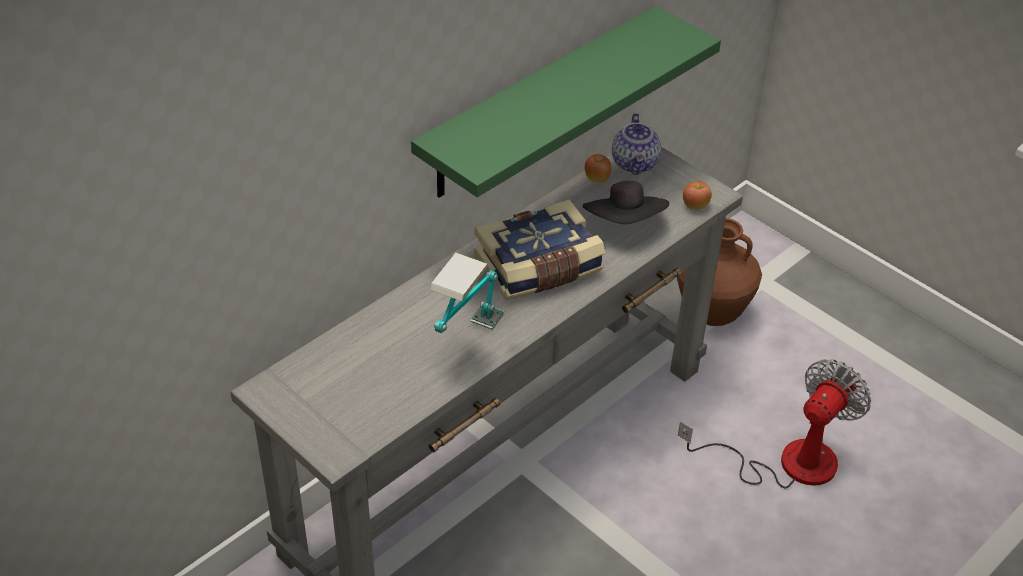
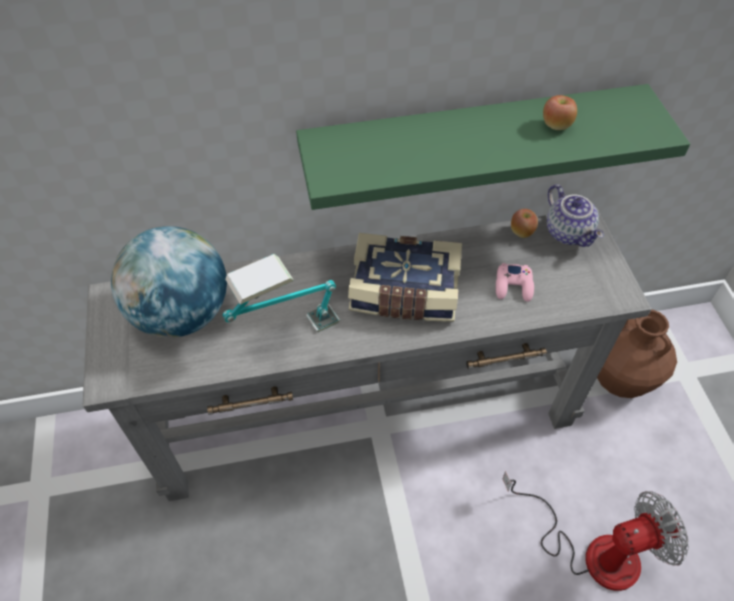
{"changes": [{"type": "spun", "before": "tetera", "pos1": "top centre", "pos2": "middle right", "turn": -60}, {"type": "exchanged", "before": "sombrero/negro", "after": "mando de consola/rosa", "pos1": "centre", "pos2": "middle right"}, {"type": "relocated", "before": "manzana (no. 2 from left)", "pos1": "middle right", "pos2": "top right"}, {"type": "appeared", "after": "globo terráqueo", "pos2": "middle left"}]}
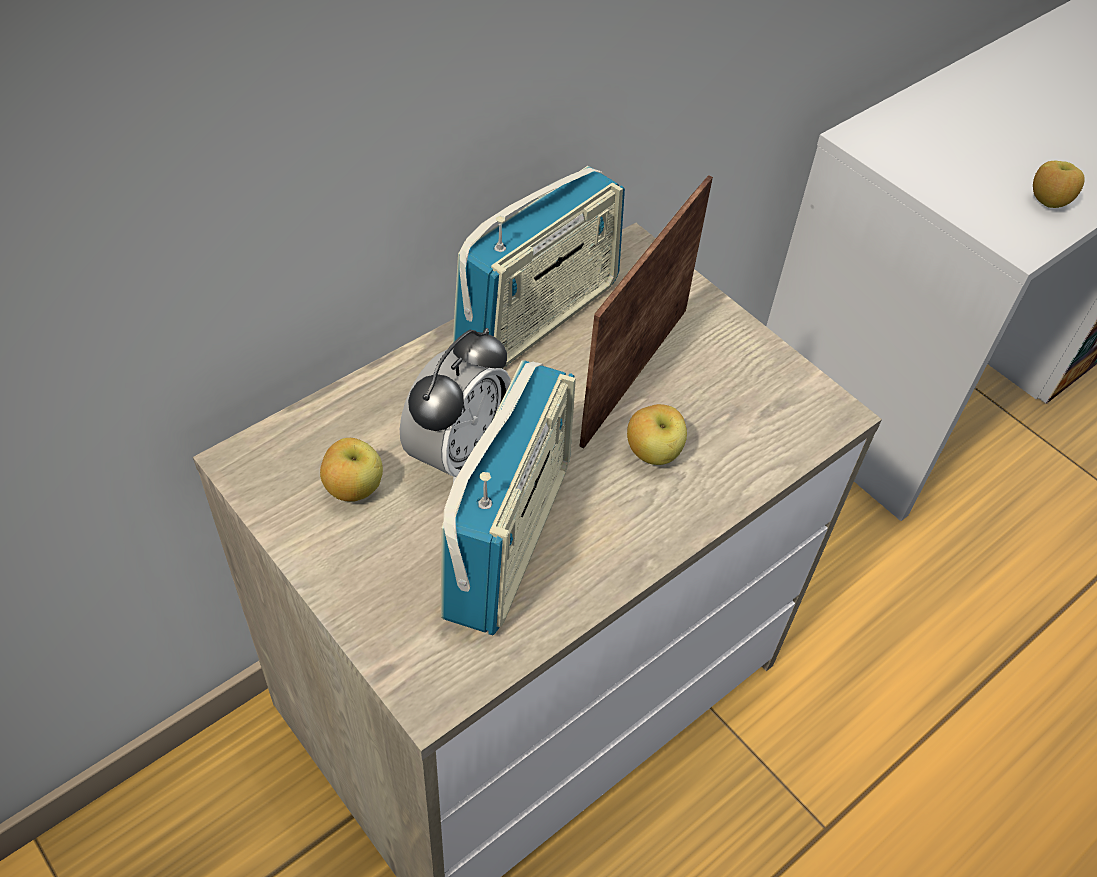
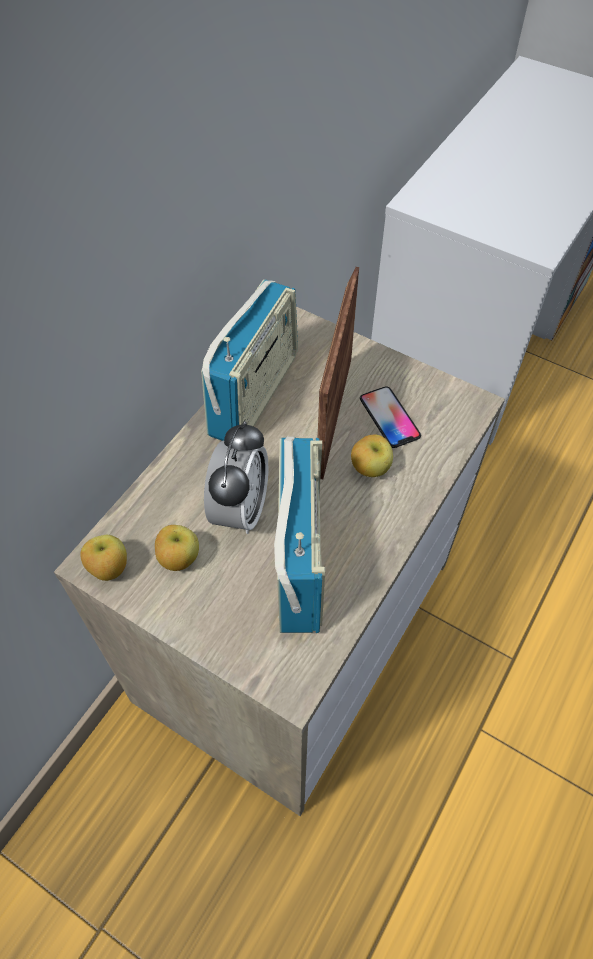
{"changes": [{"type": "relocated", "before": "manzana (no. 3 from left in the first image)", "after": "manzana (no. 1 from left)", "pos1": "top right", "pos2": "middle left"}, {"type": "appeared", "after": "móvil", "pos2": "centre"}]}
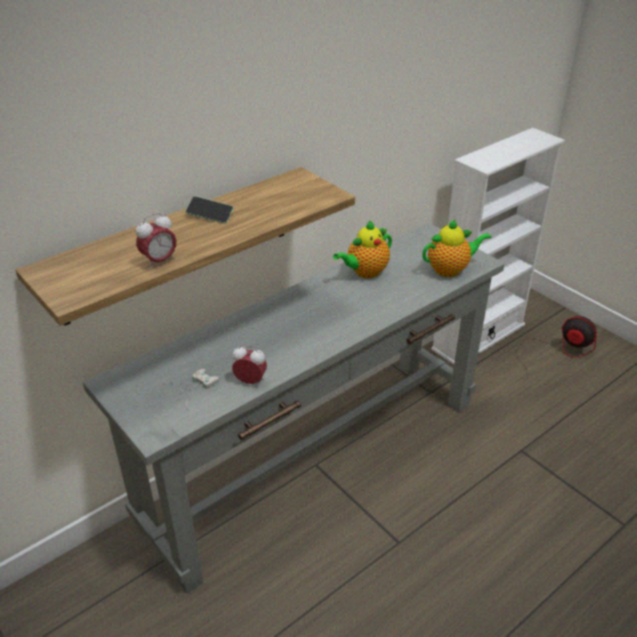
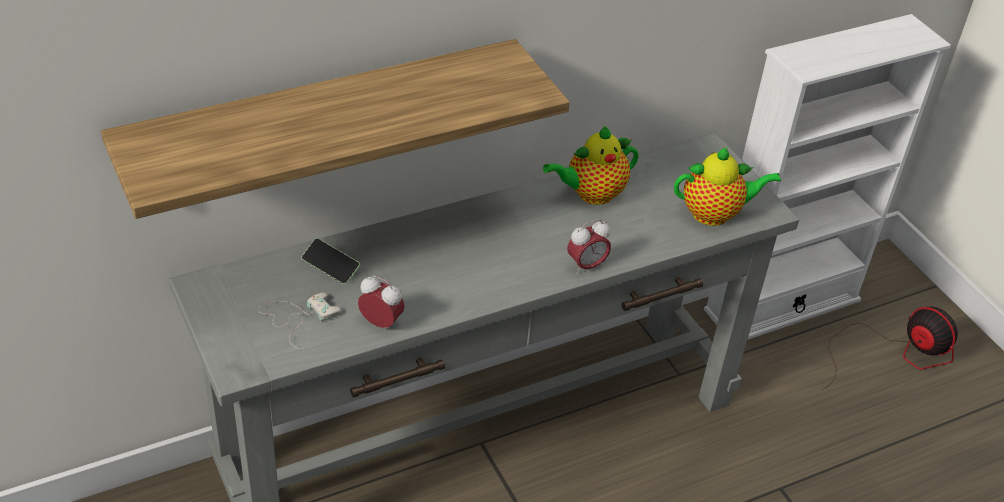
{"changes": [{"type": "relocated", "before": "móvil", "pos1": "top left", "pos2": "middle left"}, {"type": "relocated", "before": "despertador (no. 1 from left in the first image)", "after": "despertador (no. 2 from left)", "pos1": "middle left", "pos2": "centre"}]}
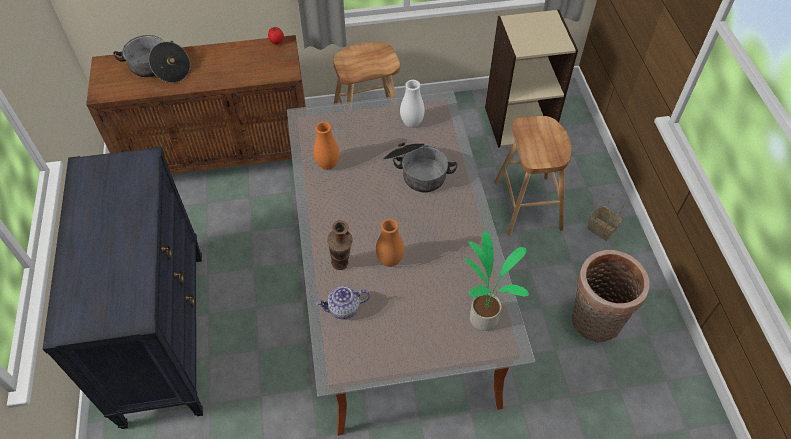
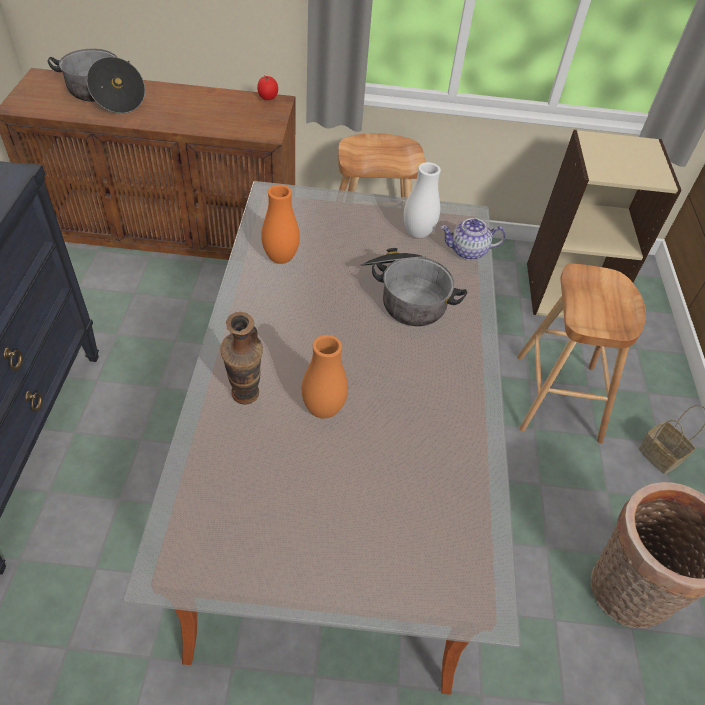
{"changes": [{"type": "missing", "before": "planta en maceta", "pos1": "centre"}, {"type": "relocated", "before": "tetera", "pos1": "bottom centre", "pos2": "middle right"}]}
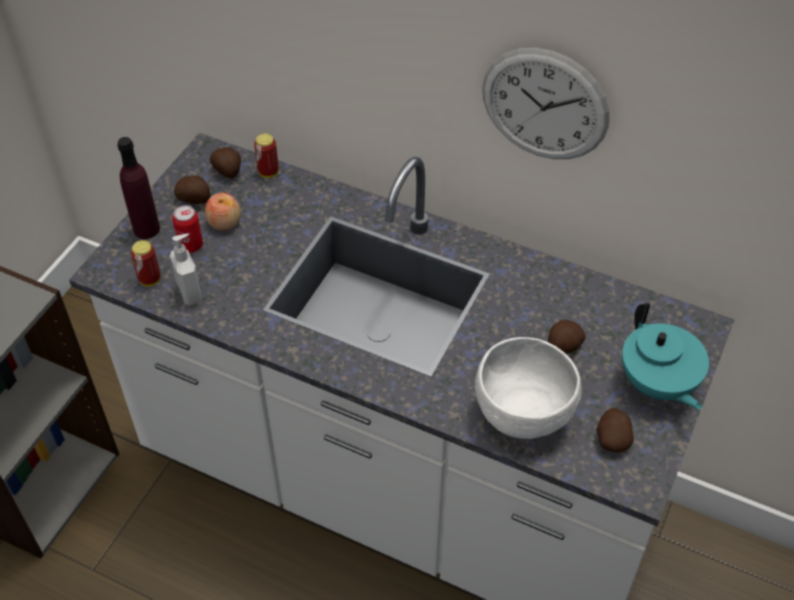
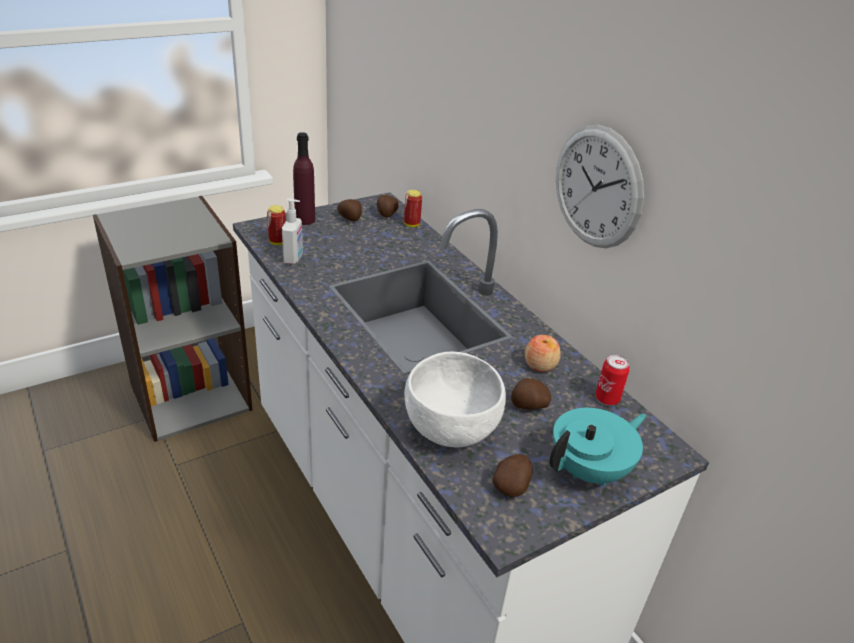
{"changes": [{"type": "relocated", "before": "manzana", "pos1": "middle left", "pos2": "centre"}, {"type": "relocated", "before": "lata (no. 2 from left in the first image)", "after": "lata (no. 3 from left)", "pos1": "middle left", "pos2": "middle right"}, {"type": "spun", "before": "tetera/turquesa", "pos1": "middle right", "pos2": "bottom right", "turn": -135}]}
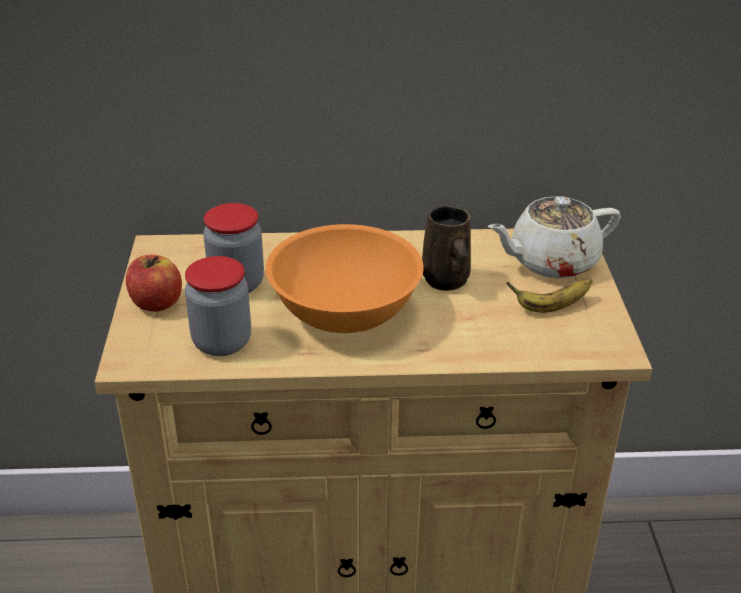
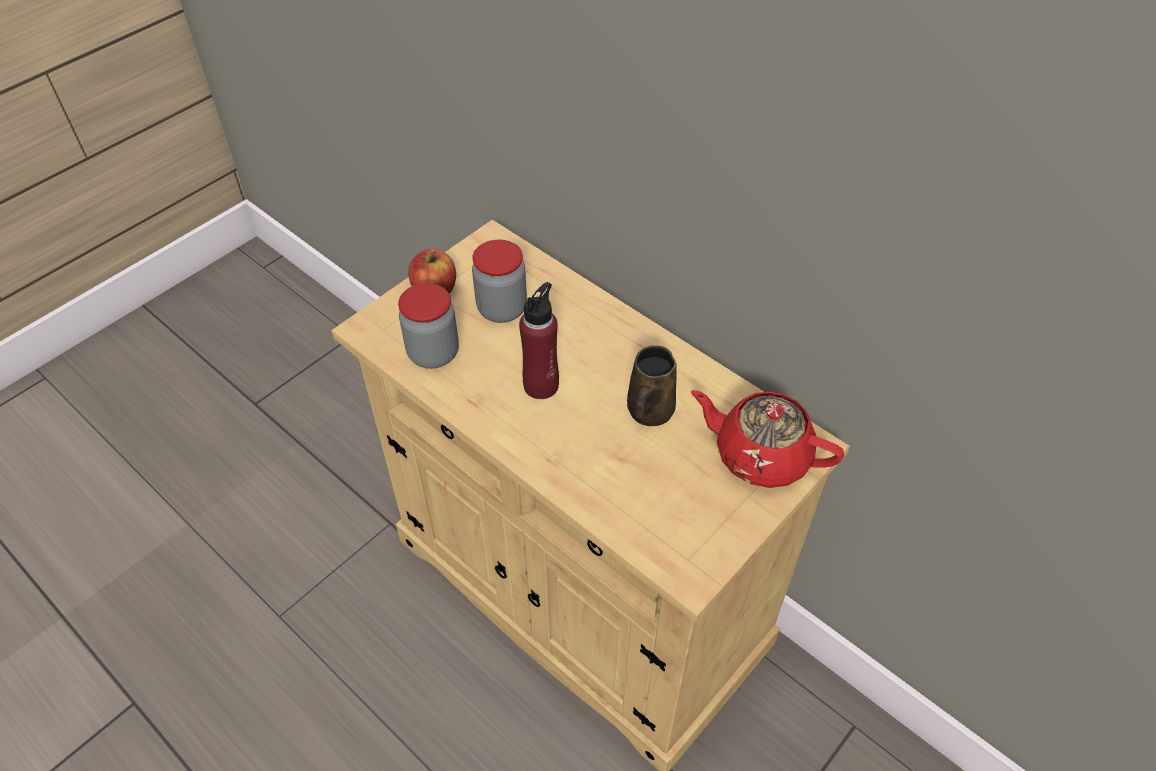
{"changes": [{"type": "colour", "before": "tetera/beis", "after": "tetera/rojo", "pos1": "middle right", "pos2": "centre"}, {"type": "exchanged", "before": "cuenco/naranja", "after": "botella/rojo", "pos1": "centre", "pos2": "centre"}, {"type": "missing", "before": "plátano", "pos1": "middle right"}]}
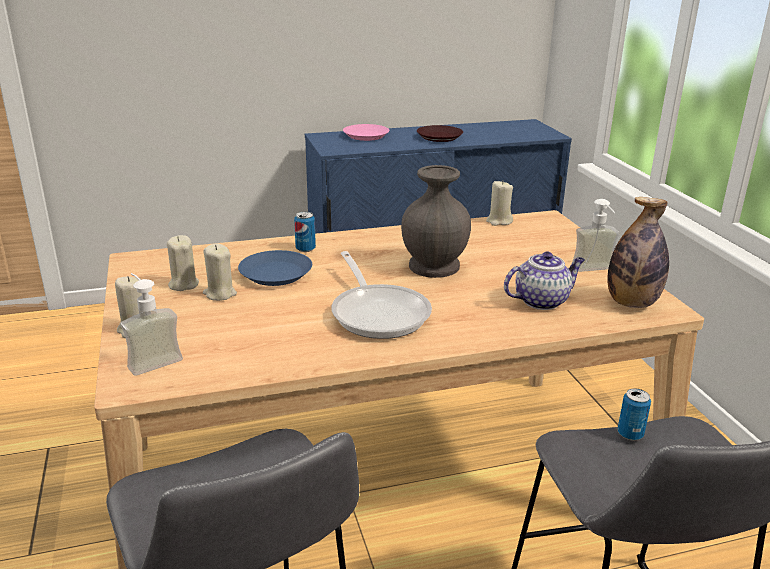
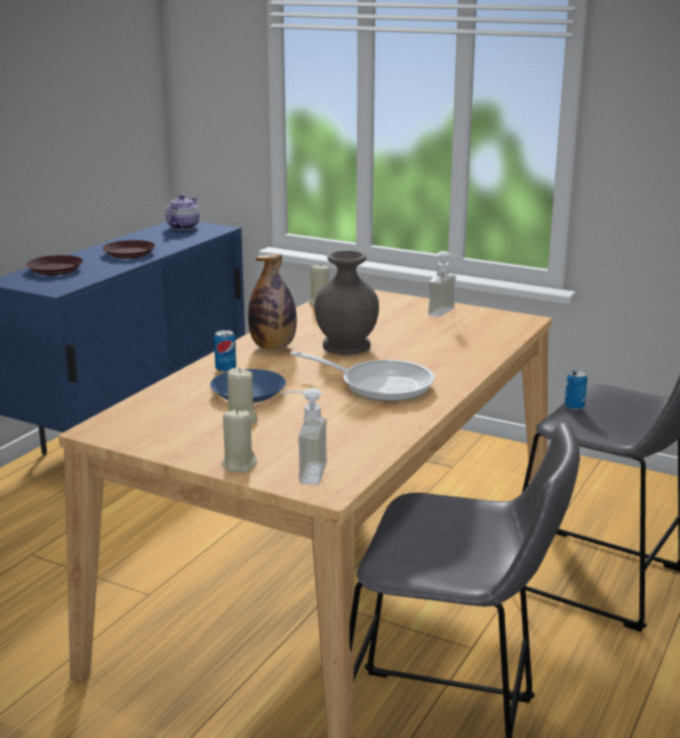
{"changes": [{"type": "colour", "before": "plato/rosa", "after": "plato/marrón (no. 1 from left)", "pos1": "top centre", "pos2": "middle left"}, {"type": "relocated", "before": "botella", "pos1": "middle right", "pos2": "centre"}, {"type": "missing", "before": "vela/beis (no. 2 from left)", "pos1": "middle left"}, {"type": "relocated", "before": "tetera", "pos1": "middle right", "pos2": "top left"}]}
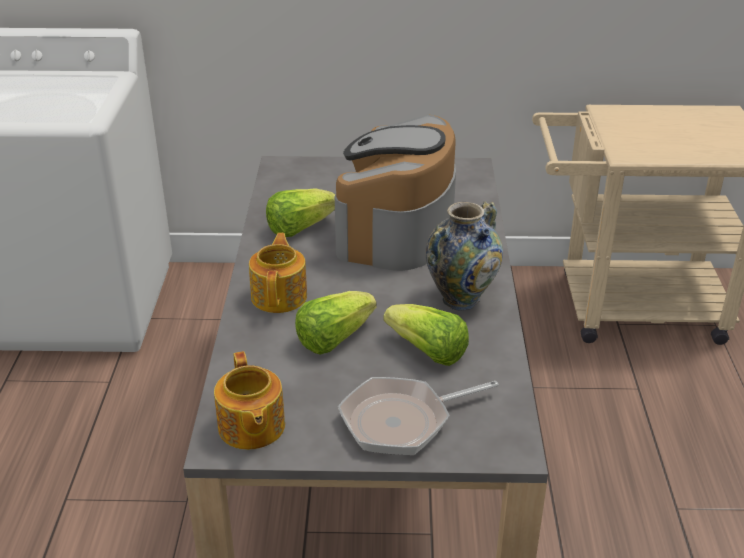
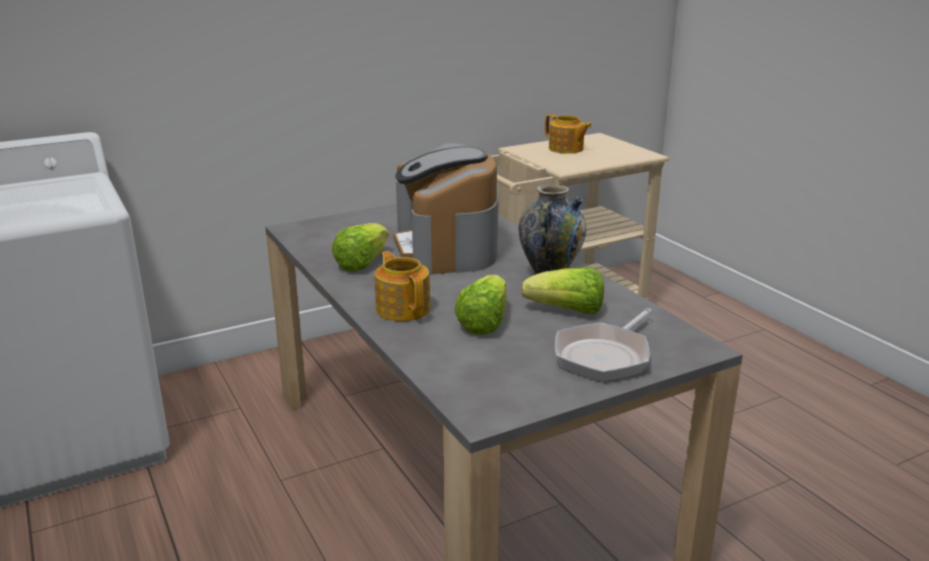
{"changes": [{"type": "relocated", "before": "tetera (no. 1 from left in the first image)", "after": "tetera (no. 2 from left)", "pos1": "bottom centre", "pos2": "top centre"}]}
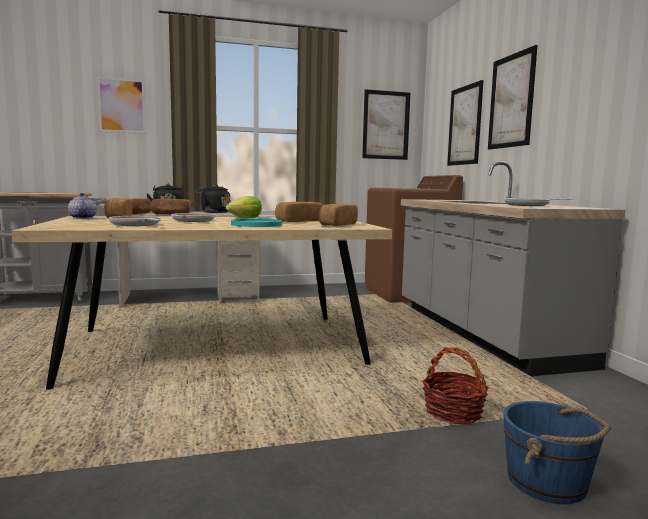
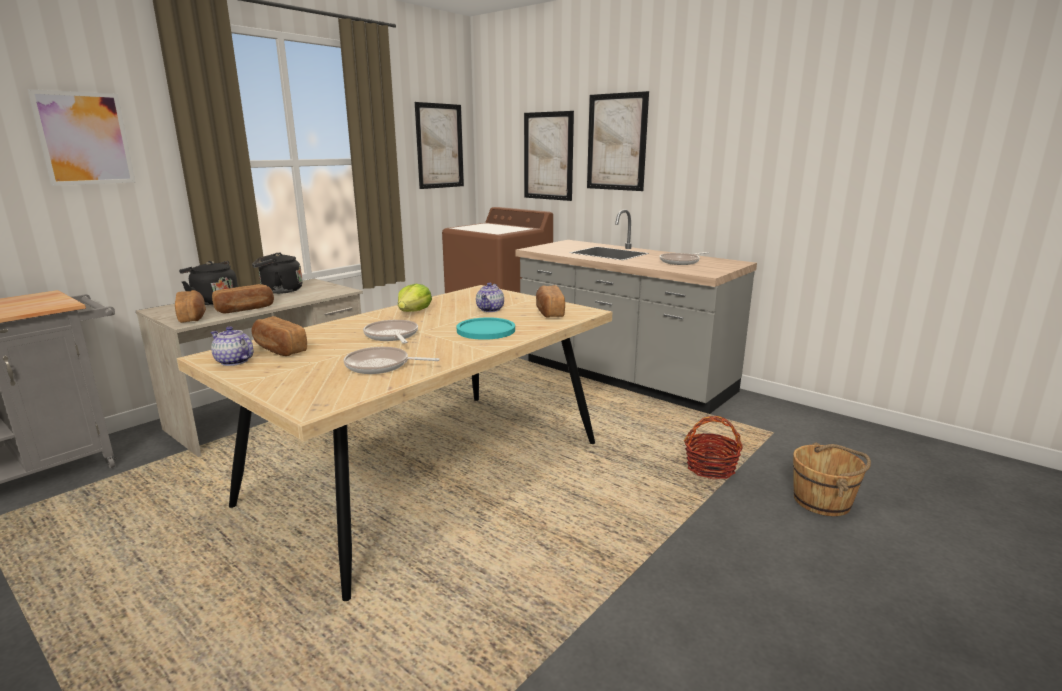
{"changes": [{"type": "exchanged", "before": "pan (no. 4 from left)", "after": "tetera (no. 2 from left)", "pos1": "centre", "pos2": "centre"}, {"type": "colour", "before": "cubo/azul", "after": "cubo/marrón", "pos1": "bottom right", "pos2": "bottom right"}]}
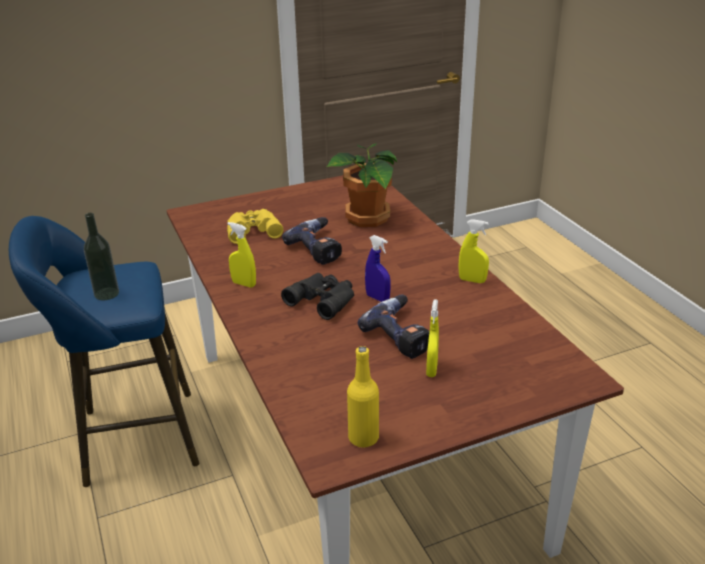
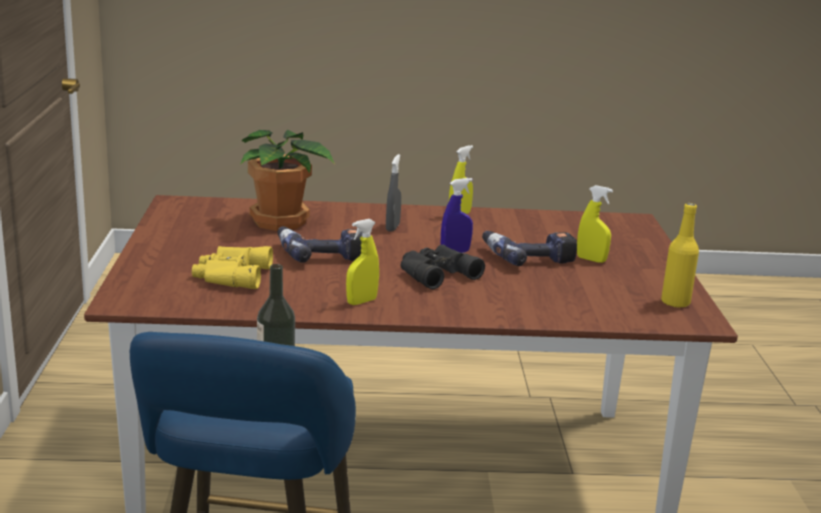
{"changes": [{"type": "appeared", "after": "pulverizador/gris", "pos2": "centre"}]}
